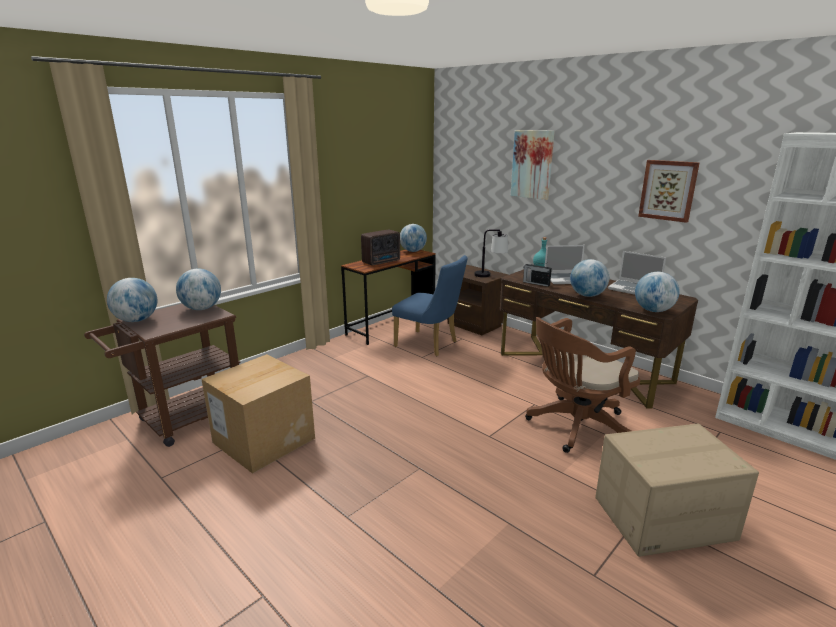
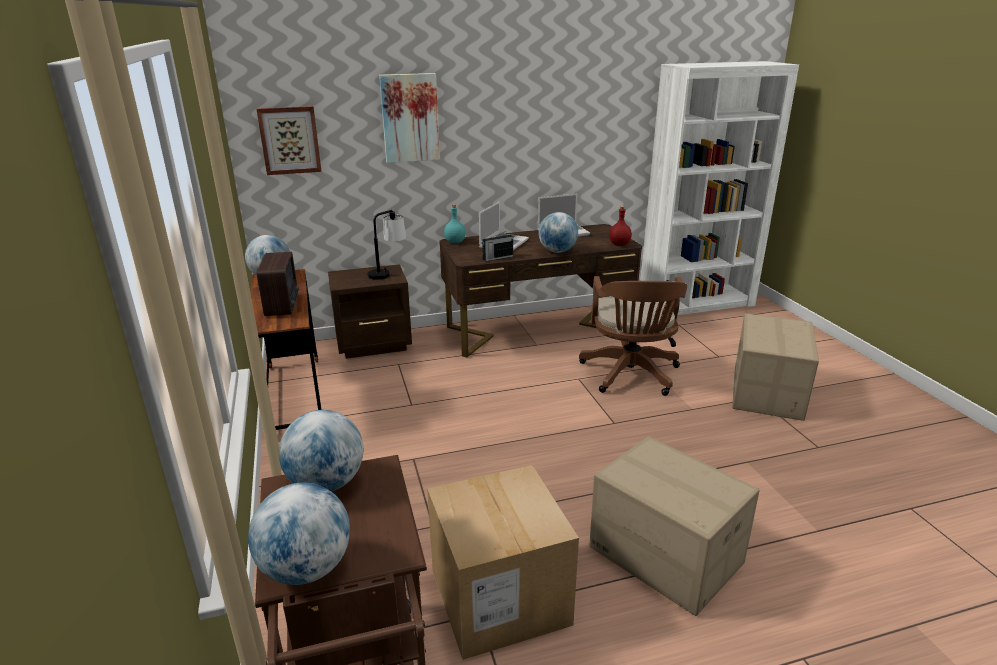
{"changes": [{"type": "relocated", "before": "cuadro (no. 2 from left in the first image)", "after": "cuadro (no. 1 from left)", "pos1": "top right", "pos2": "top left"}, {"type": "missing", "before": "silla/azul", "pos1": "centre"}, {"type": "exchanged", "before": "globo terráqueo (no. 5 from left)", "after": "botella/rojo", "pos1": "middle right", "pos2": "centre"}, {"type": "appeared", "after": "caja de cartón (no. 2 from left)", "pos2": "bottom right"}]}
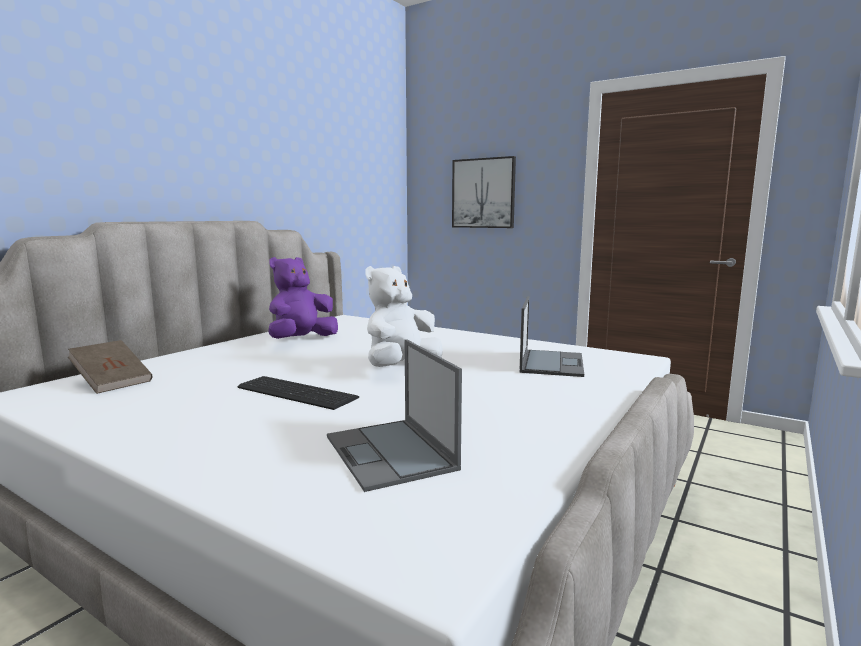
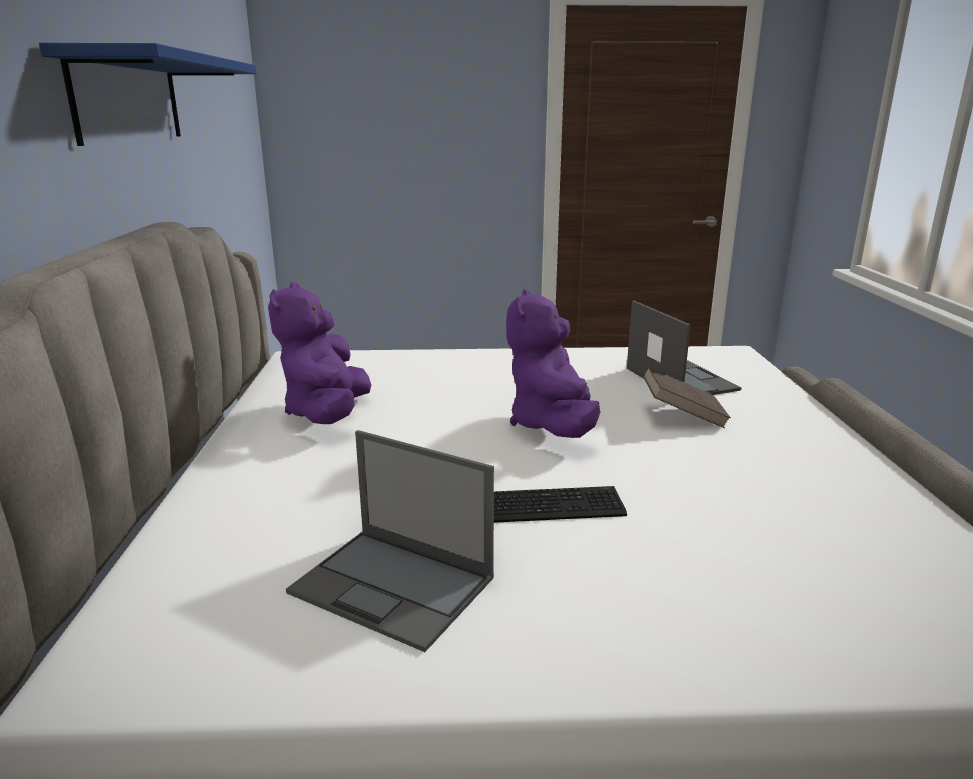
{"changes": [{"type": "missing", "before": "cuadro", "pos1": "top centre"}, {"type": "colour", "before": "peluche/blanco", "after": "peluche/morado (no. 2 from left)", "pos1": "centre", "pos2": "centre"}, {"type": "relocated", "before": "portátil (no. 1 from left)", "pos1": "centre", "pos2": "bottom centre"}, {"type": "relocated", "before": "libro/marrón", "pos1": "middle left", "pos2": "middle right"}, {"type": "appeared", "after": "estante/azul", "pos2": "top left"}]}
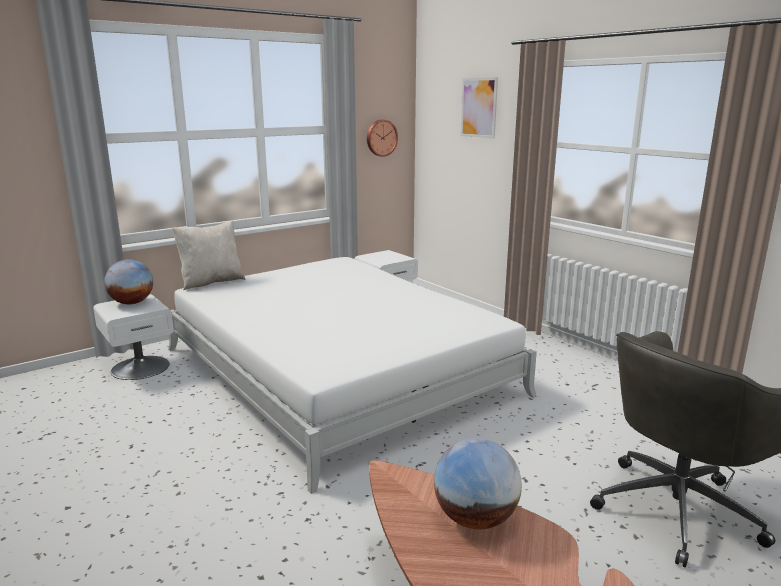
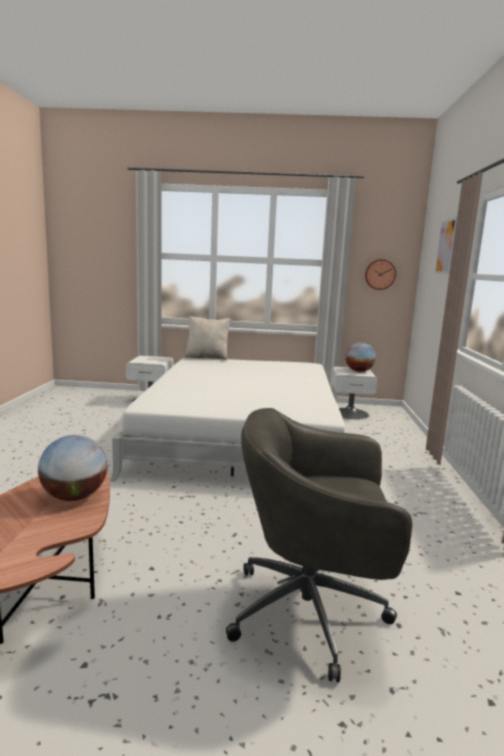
{"changes": [{"type": "relocated", "before": "globo terráqueo (no. 1 from left in the first image)", "after": "globo terráqueo (no. 2 from left)", "pos1": "middle left", "pos2": "middle right"}]}
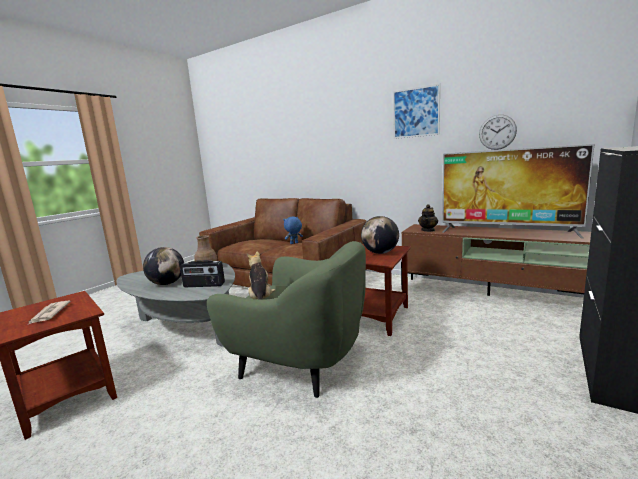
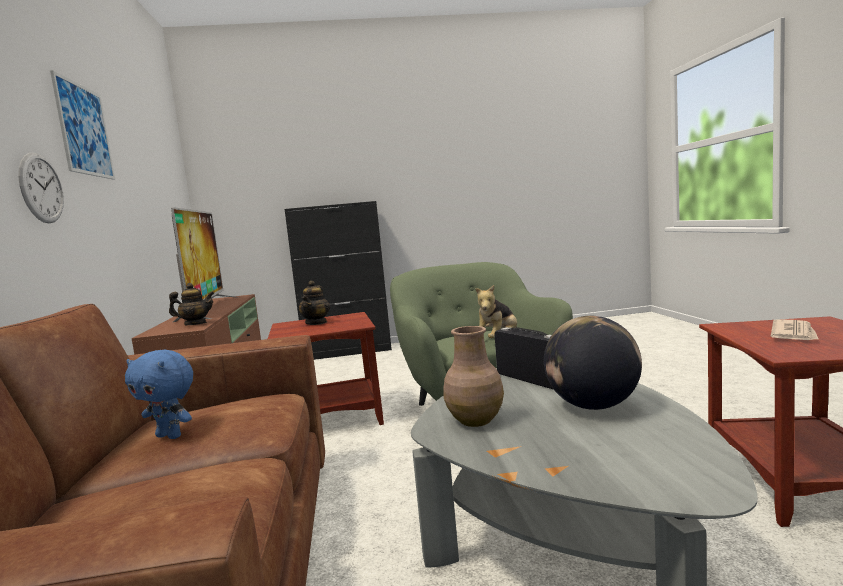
{"changes": [{"type": "relocated", "before": "reloj de pared", "pos1": "top right", "pos2": "top left"}, {"type": "exchanged", "before": "globo terráqueo (no. 2 from left)", "after": "tetera (no. 2 from left)", "pos1": "centre", "pos2": "centre"}]}
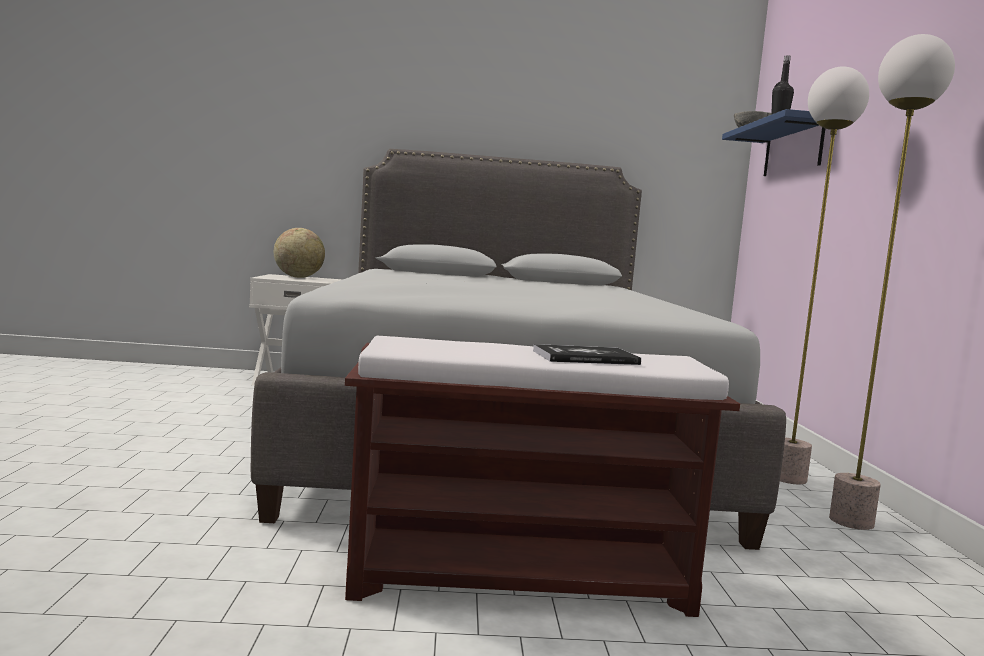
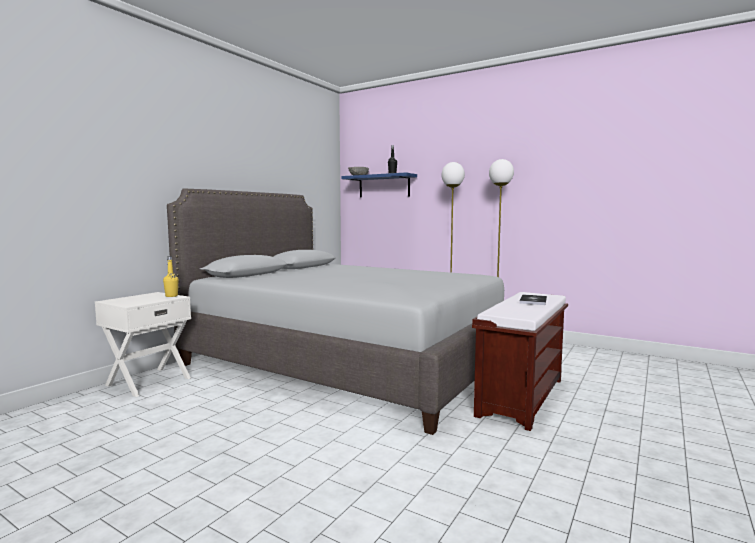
{"changes": [{"type": "missing", "before": "globo terráqueo", "pos1": "middle left"}, {"type": "appeared", "after": "botella/amarillo", "pos2": "middle left"}]}
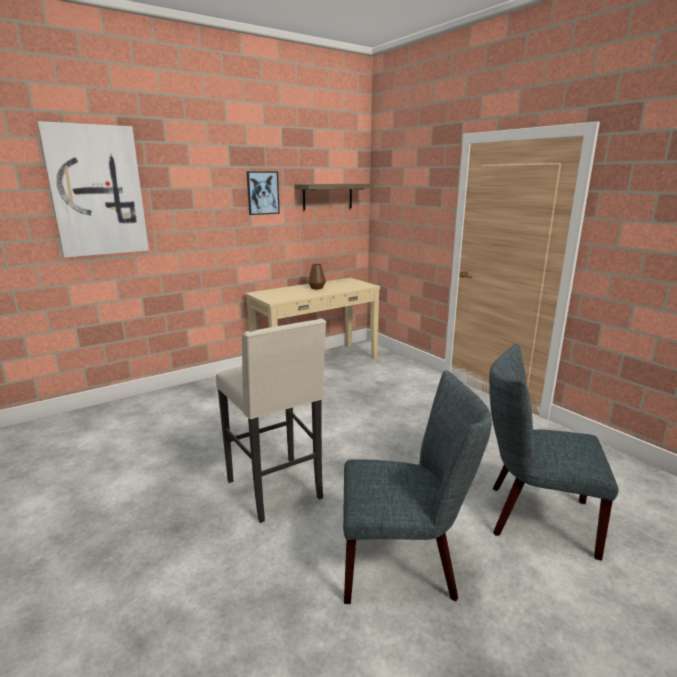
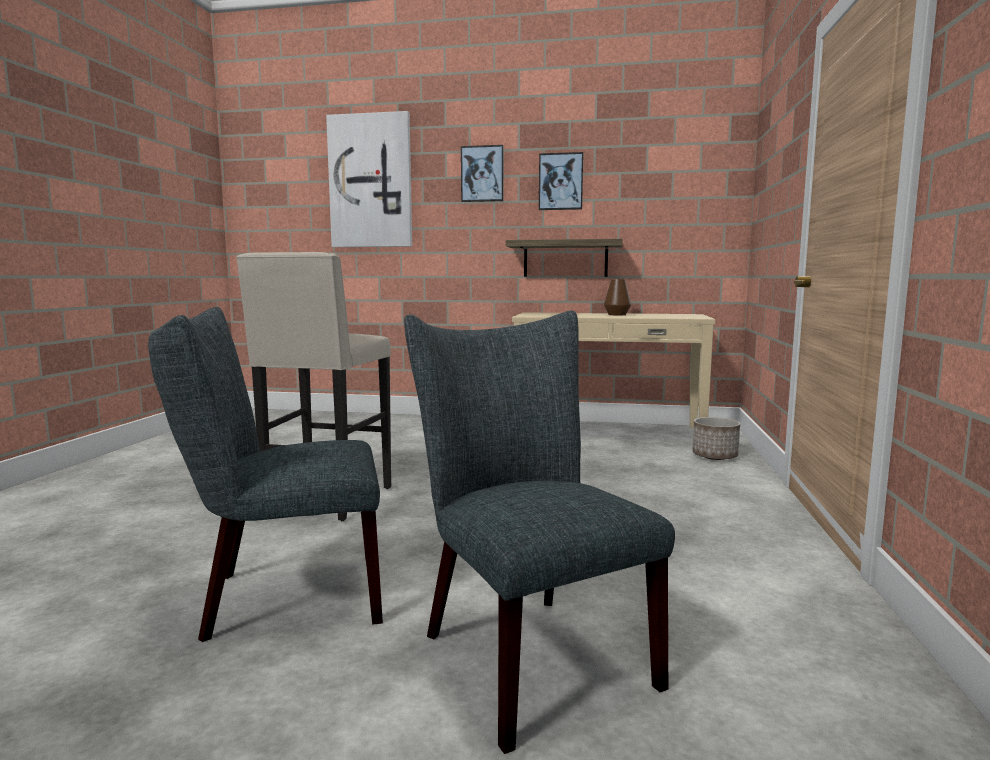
{"changes": [{"type": "relocated", "before": "estante", "pos1": "top centre", "pos2": "centre"}, {"type": "spun", "before": "silla/gris (no. 1 from left)", "pos1": "bottom centre", "pos2": "middle left", "turn": 120}, {"type": "appeared", "after": "cuadro (no. 2 from left)", "pos2": "top centre"}, {"type": "appeared", "after": "maceta", "pos2": "middle right"}]}
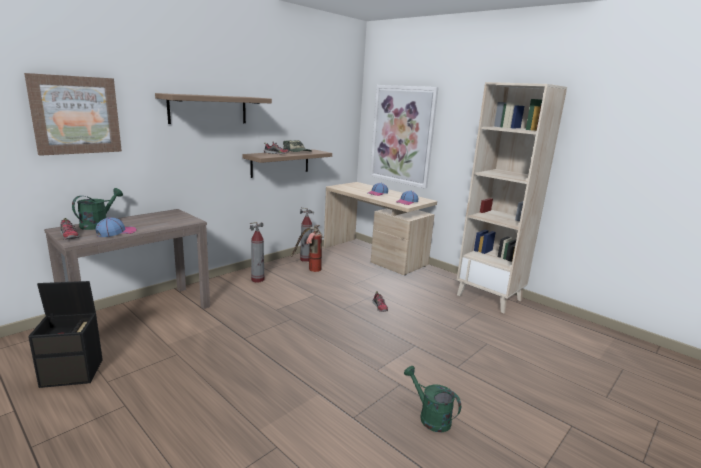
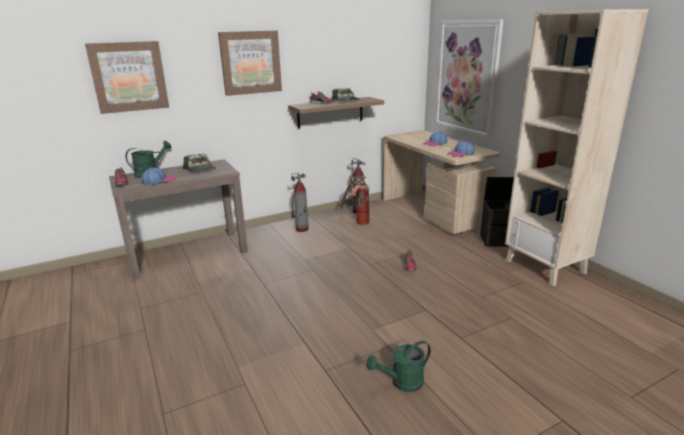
{"changes": [{"type": "exchanged", "before": "estante (no. 1 from left)", "after": "cuadro (no. 2 from left)", "pos1": "top left", "pos2": "top centre"}, {"type": "relocated", "before": "caja de almacenaje/negro", "pos1": "bottom left", "pos2": "middle right"}, {"type": "spun", "before": "regadera/verde (no. 2 from left)", "pos1": "bottom centre", "pos2": "bottom centre", "turn": -90}, {"type": "appeared", "after": "gorra (no. 2 from left)", "pos2": "middle left"}]}
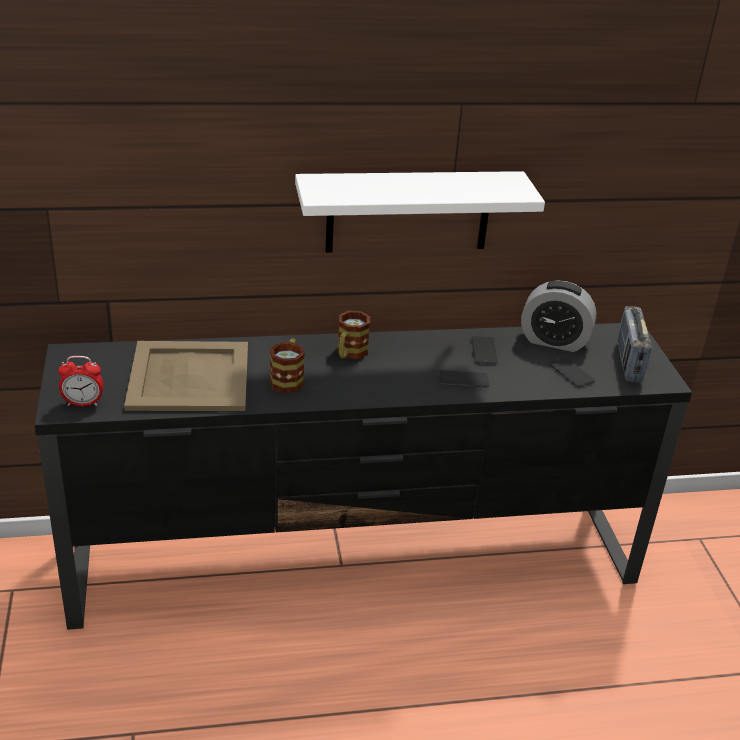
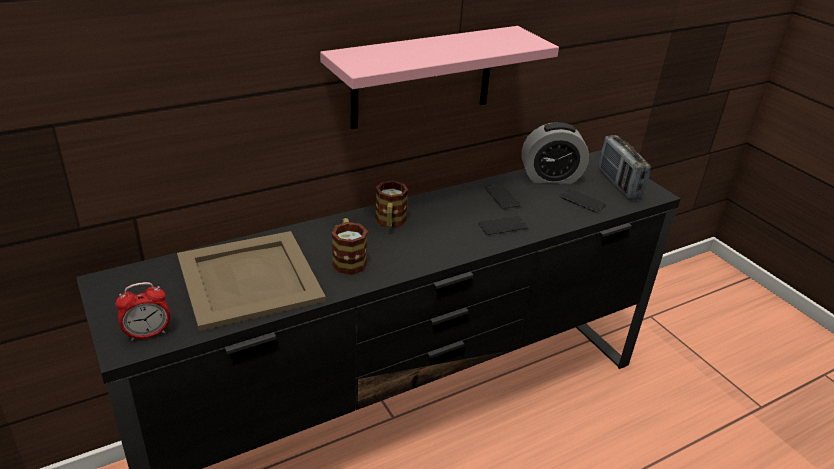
{"changes": [{"type": "colour", "before": "estante/blanco", "after": "estante/rosa", "pos1": "top centre", "pos2": "top centre"}]}
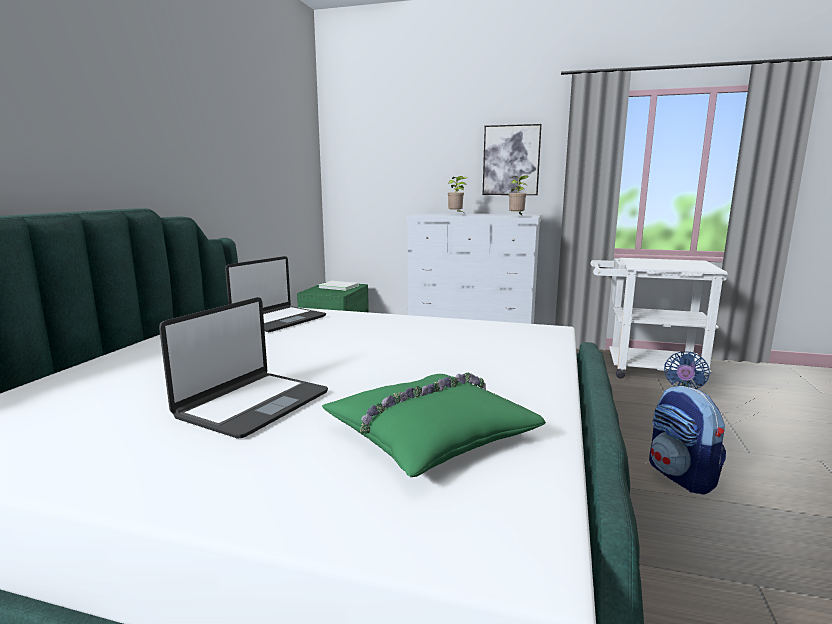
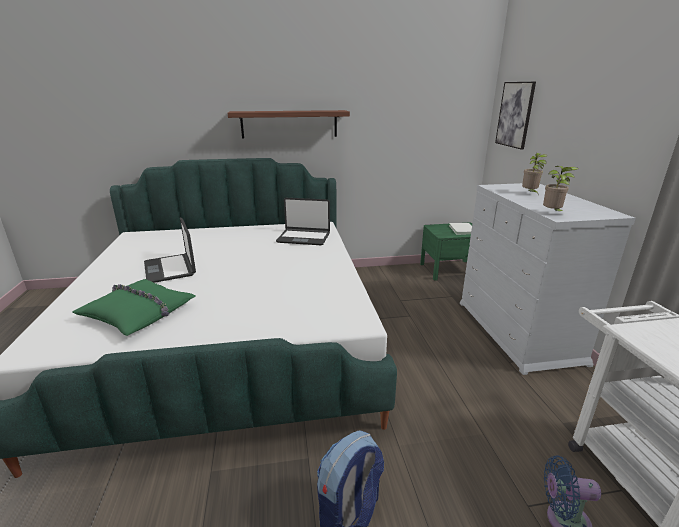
{"changes": [{"type": "relocated", "before": "cuadro", "pos1": "top centre", "pos2": "top right"}, {"type": "spun", "before": "portátil (no. 1 from left)", "pos1": "middle left", "pos2": "middle left", "turn": 60}, {"type": "appeared", "after": "estante", "pos2": "top centre"}]}
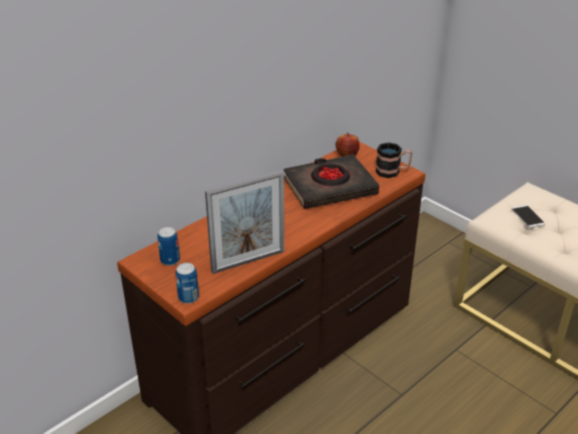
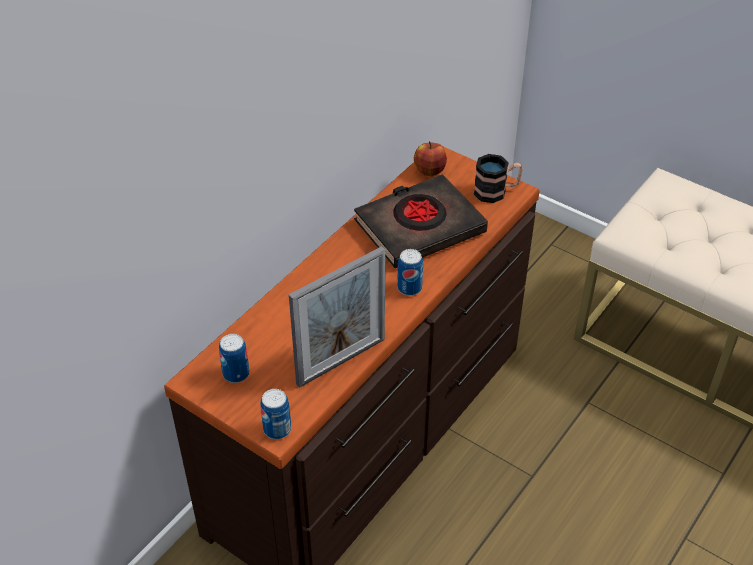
{"changes": [{"type": "missing", "before": "móvil", "pos1": "middle right"}, {"type": "appeared", "after": "lata (no. 3 from left)", "pos2": "centre"}]}
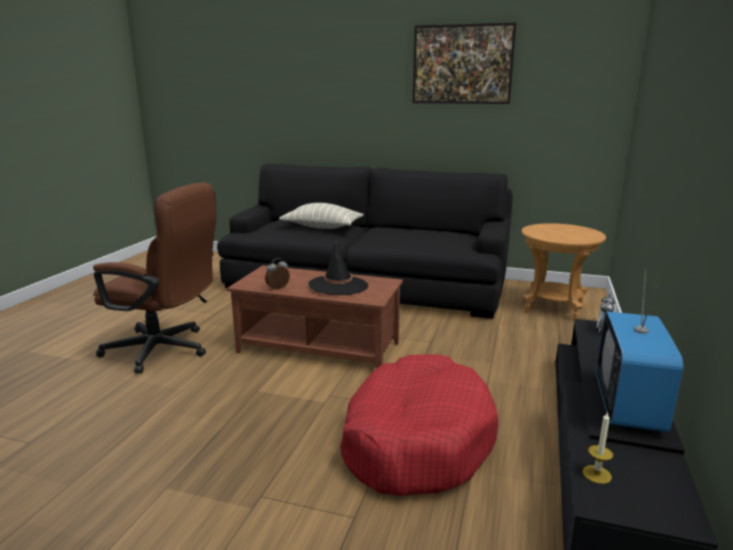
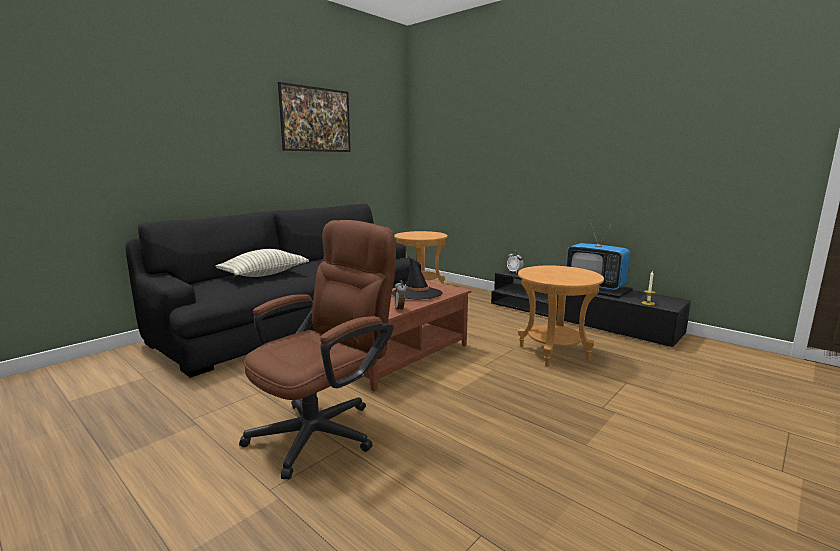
{"changes": [{"type": "exchanged", "before": "cama para perro/rojo", "after": "mesa auxiliar/marrón (no. 2 from left)", "pos1": "bottom centre", "pos2": "middle right"}]}
